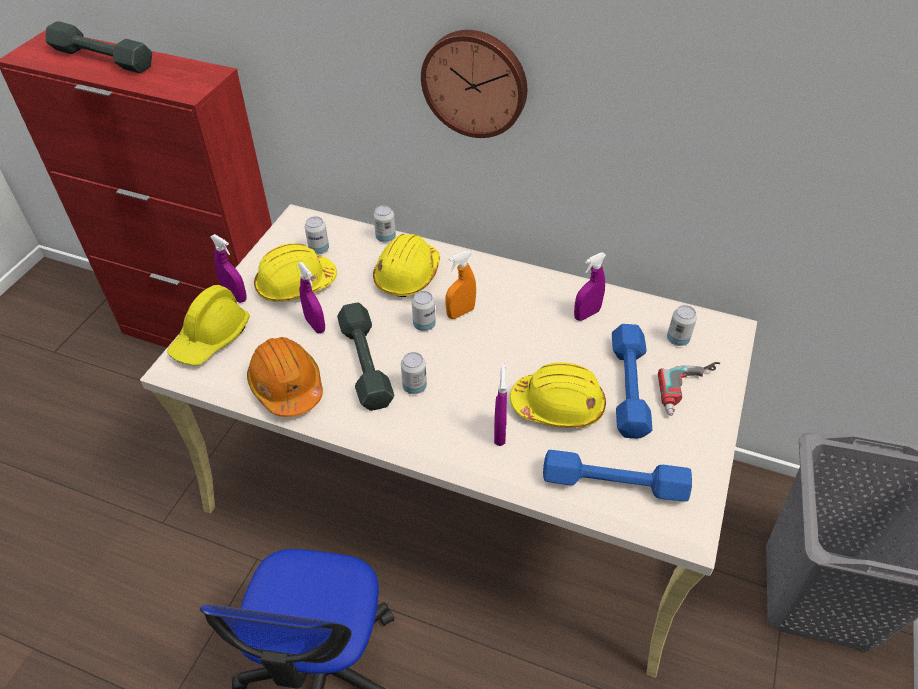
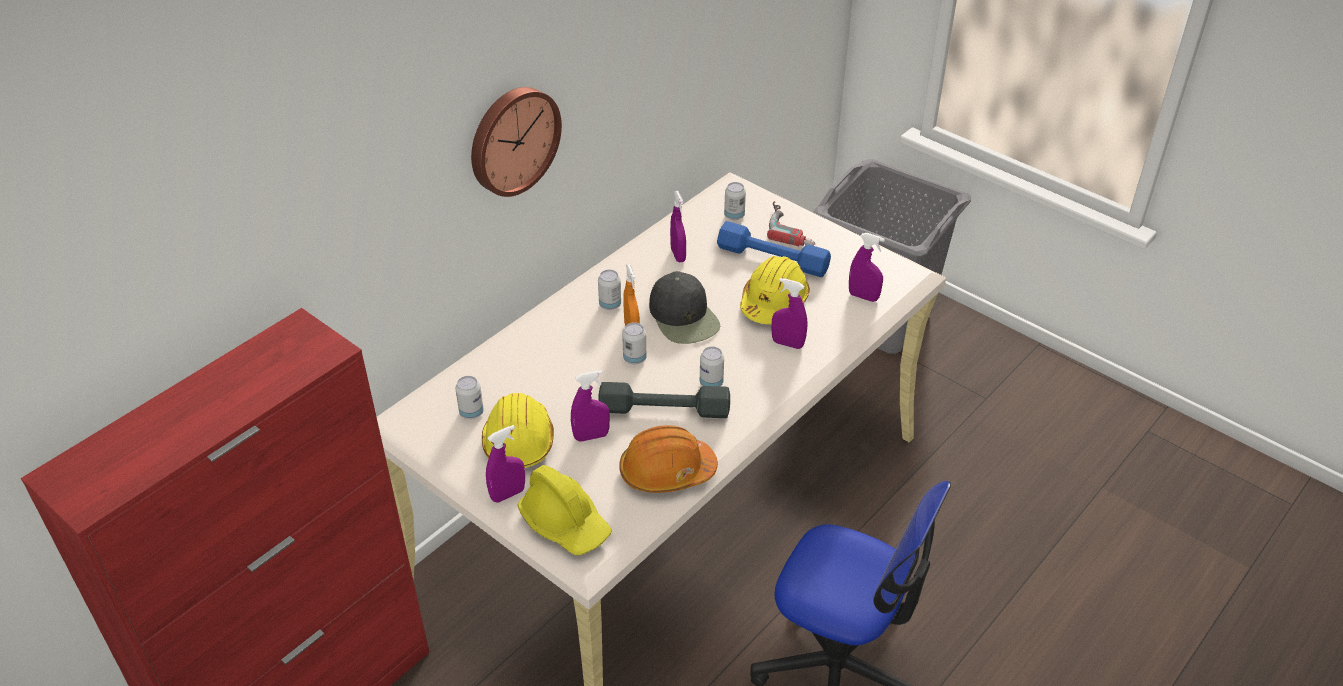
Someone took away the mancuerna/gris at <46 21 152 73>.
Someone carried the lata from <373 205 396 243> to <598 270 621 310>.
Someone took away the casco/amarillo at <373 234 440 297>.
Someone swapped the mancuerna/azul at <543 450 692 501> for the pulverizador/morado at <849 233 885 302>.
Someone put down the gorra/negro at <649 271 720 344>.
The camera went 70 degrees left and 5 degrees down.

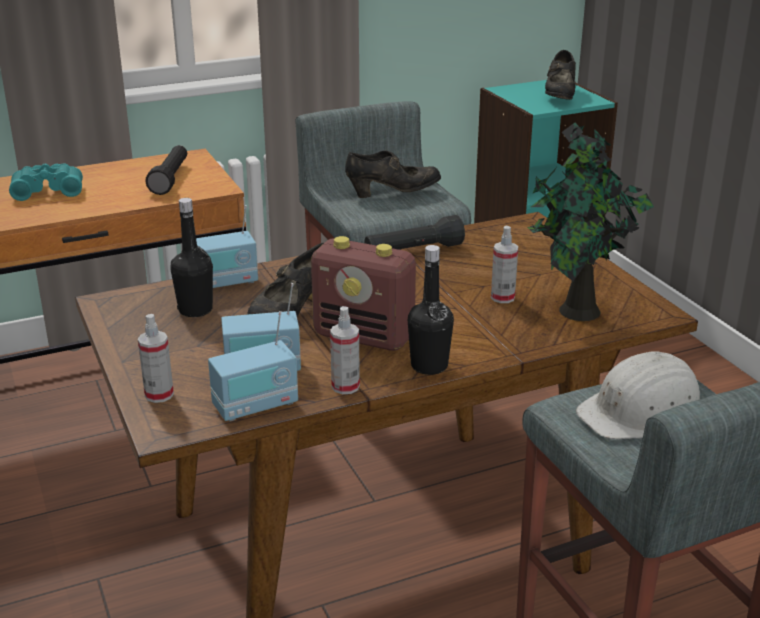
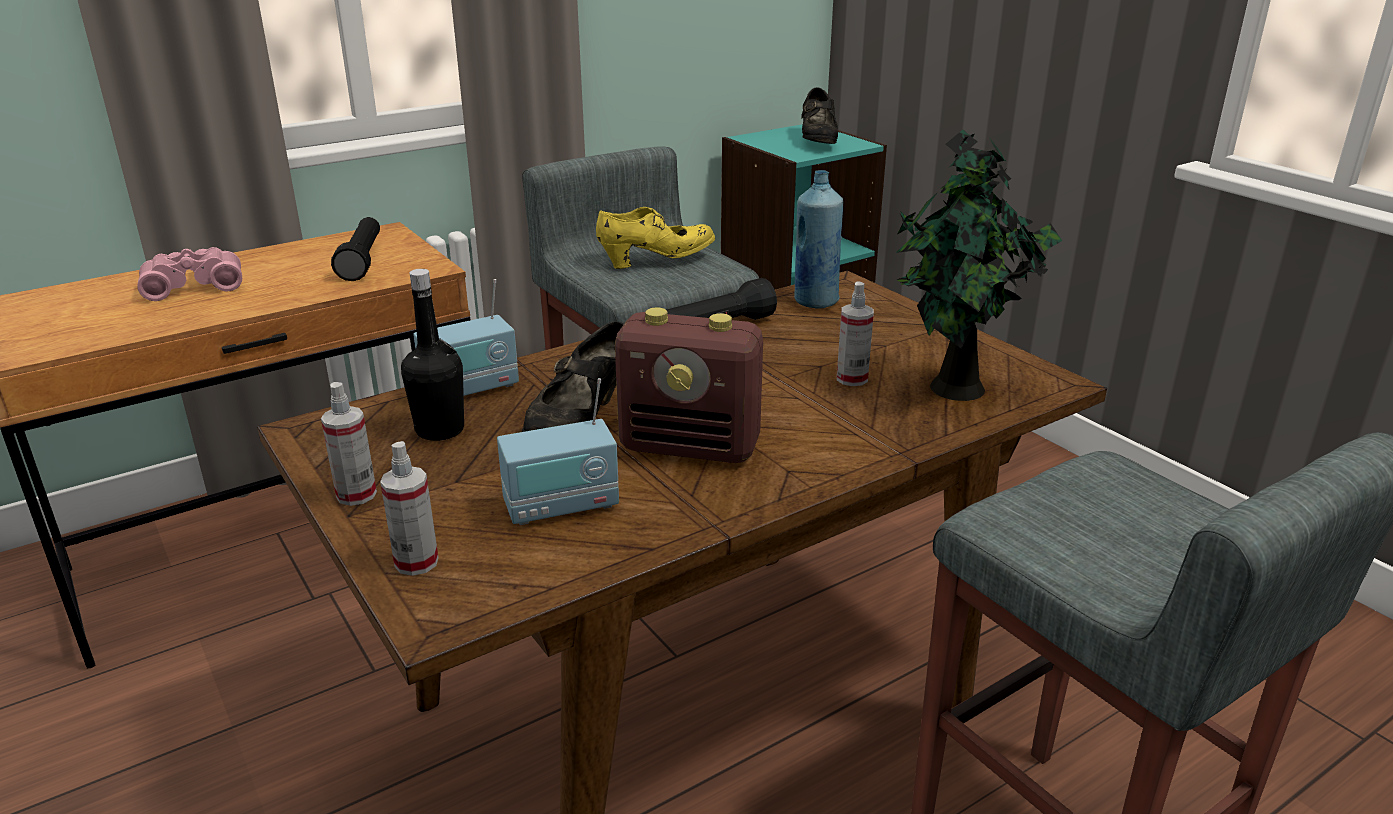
Someone repainted the prismáticos/turquesa at <9 163 83 201>, which became the prismáticos/rosa at <137 247 242 301>.
Someone took away the radio at <208 311 298 421>.
Someone carried the pulverizador from <330 306 360 394> to <321 382 377 506>.
Someone repainted the zapato/negro at <345 151 441 198>, which became the zapato/amarillo at <596 207 715 269>.
Someone took away the botella/negro at <408 245 454 375>.
Someone took away the casco/blanco at <576 351 700 439>.
Someone put down the botella/azul at <794 170 843 308>.
The camera went 10 degrees left and 0 degrees up.

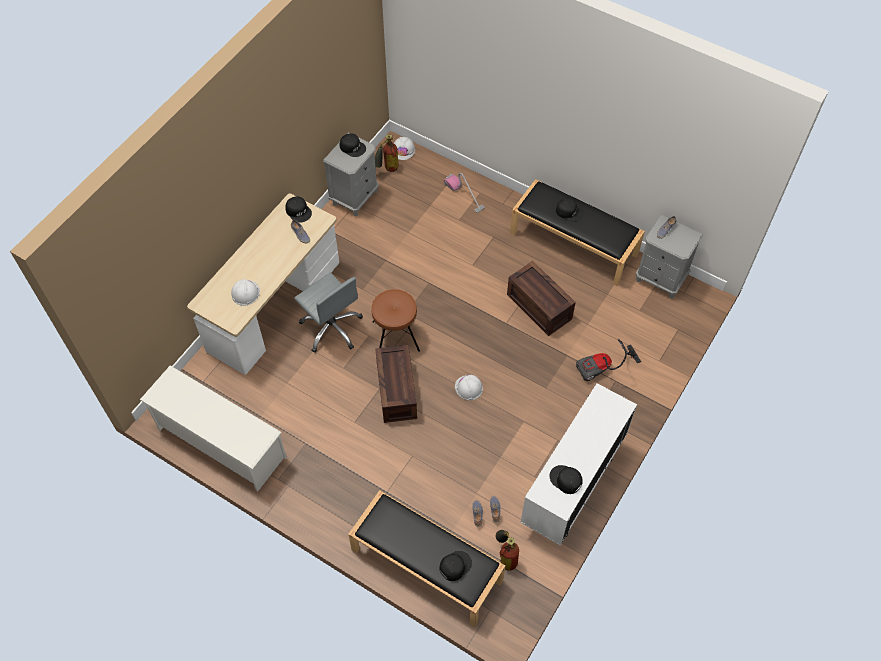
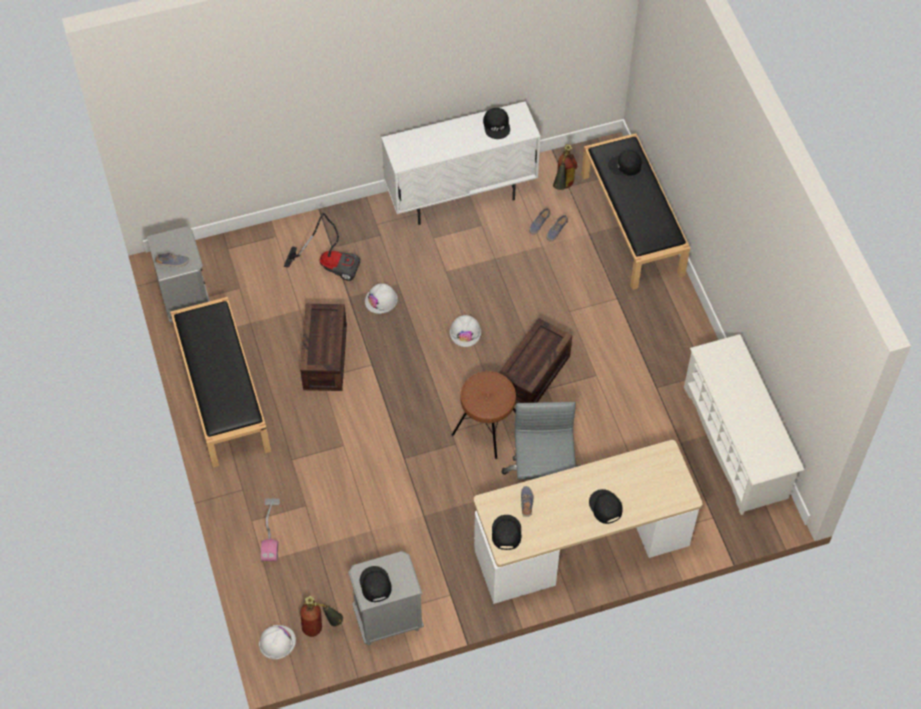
Someone carried the casco/blanco from <231 279 260 306> to <365 283 398 314>.
Someone carried the gorra/negro from <556 198 583 221> to <589 489 623 524>.
The camera went 140 degrees left and 0 degrees up.

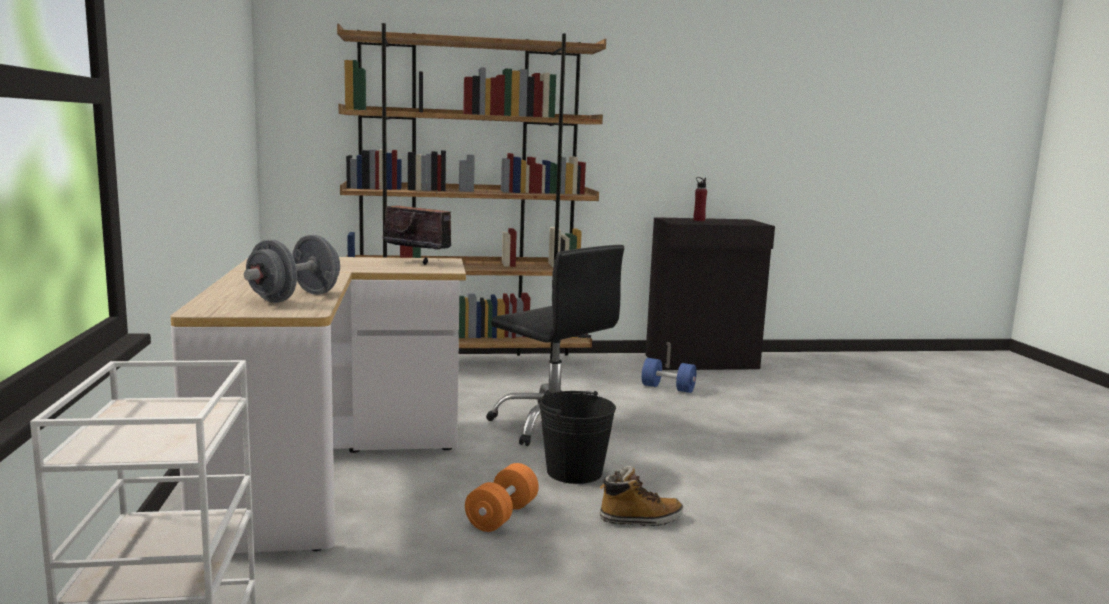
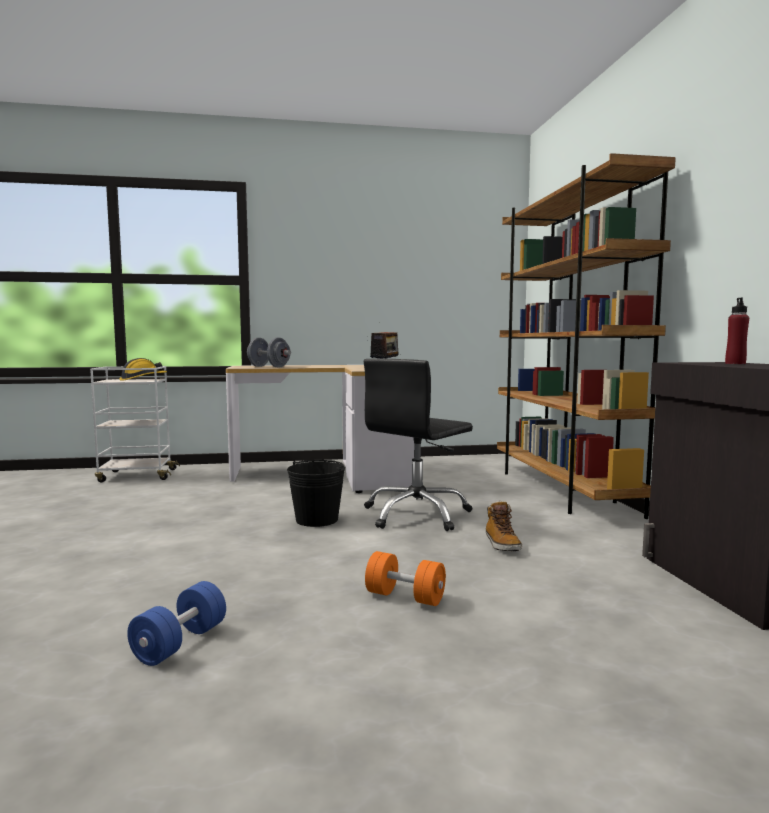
Someone carried the mancuerna/naranja from <465 463 539 532> to <365 551 446 606>.
Someone carried the bota from <600 466 683 526> to <486 501 522 551>.
Someone carried the mancuerna/azul from <642 358 697 393> to <127 581 226 666>.
Someone put down the casco at <120 358 167 381>.
The camera went 90 degrees right and 5 degrees down.

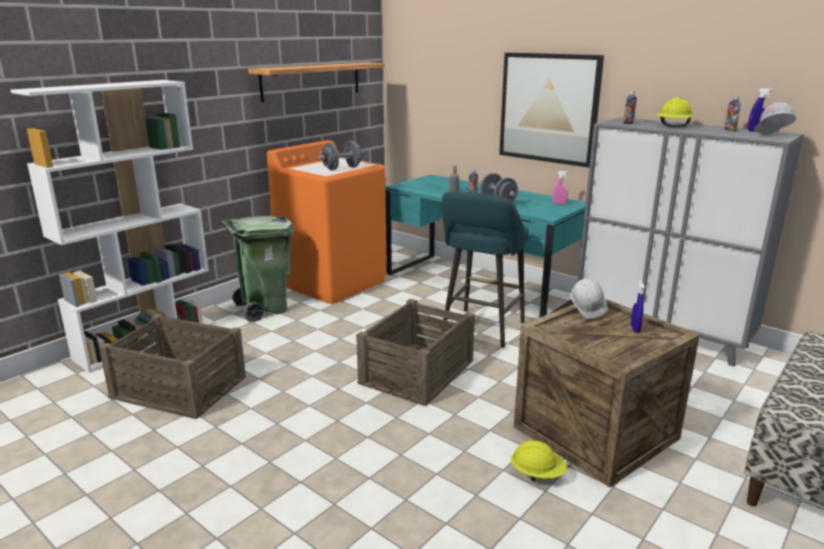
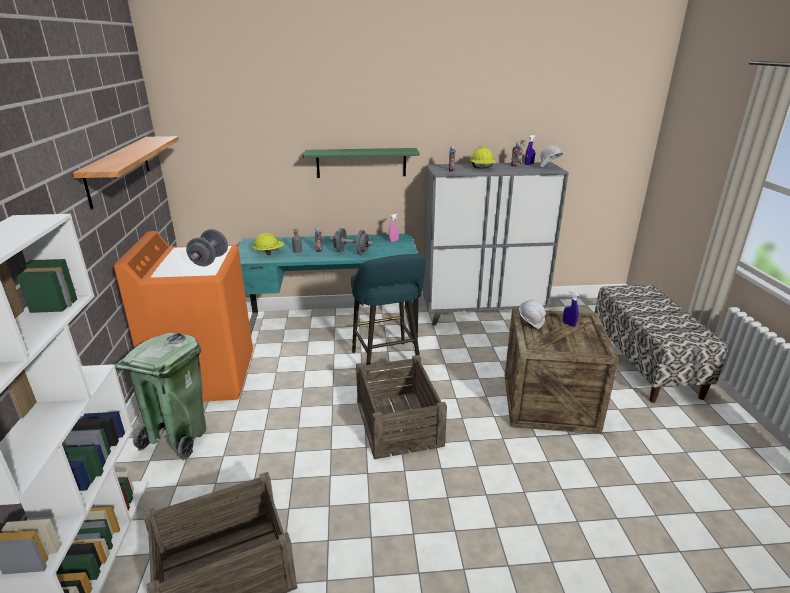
Someone swapped the cuadro at <499 53 604 167> for the estante/verde at <303 148 420 178>.
Someone carried the casco/amarillo from <511 440 567 482> to <253 233 284 255>.
The camera went 45 degrees left and 5 degrees up.

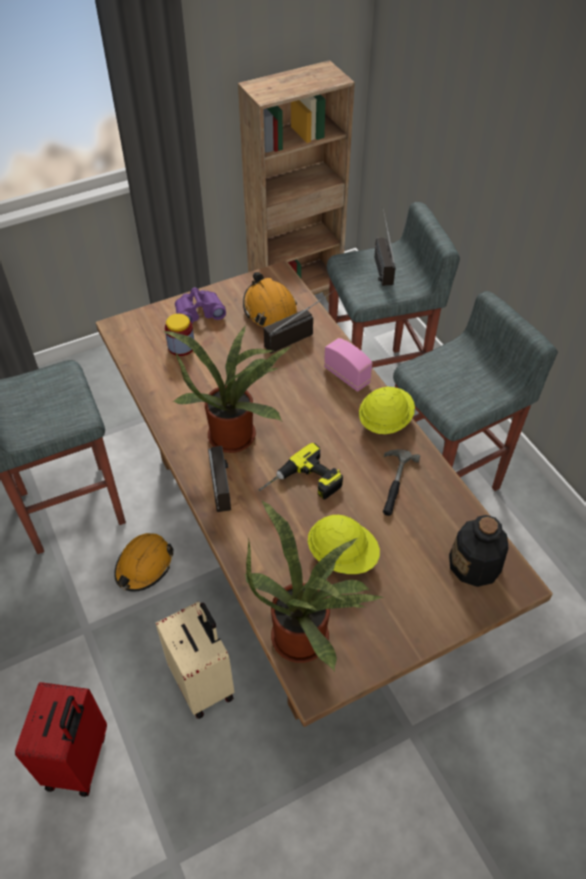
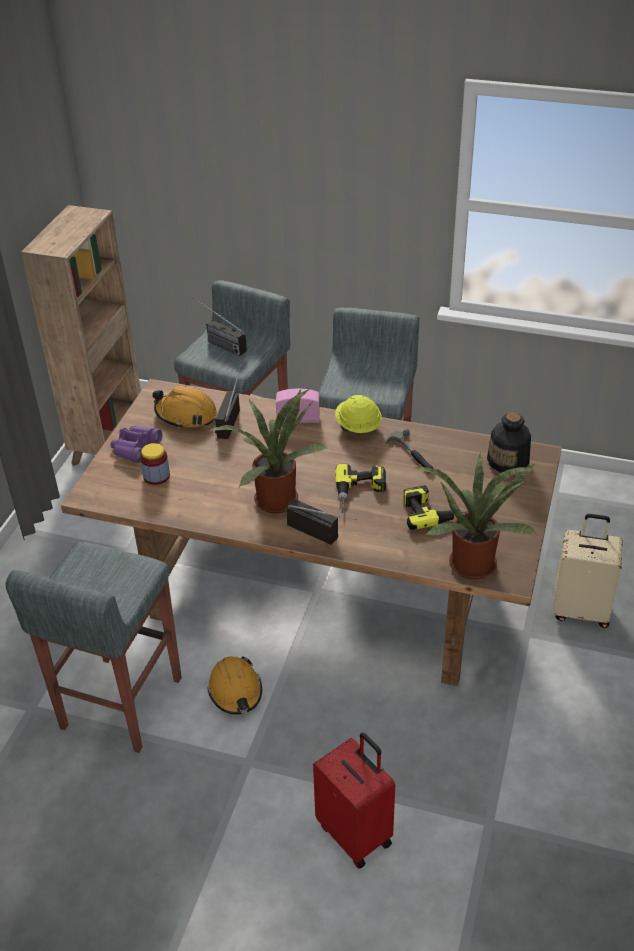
Someone carried the maleta/beis from <155 601 234 719> to <552 514 623 628>.
Someone swapped the casco/amarillo at <308 515 380 574> for the taladro at <404 485 469 530>.
The camera went 45 degrees left and 10 degrees down.

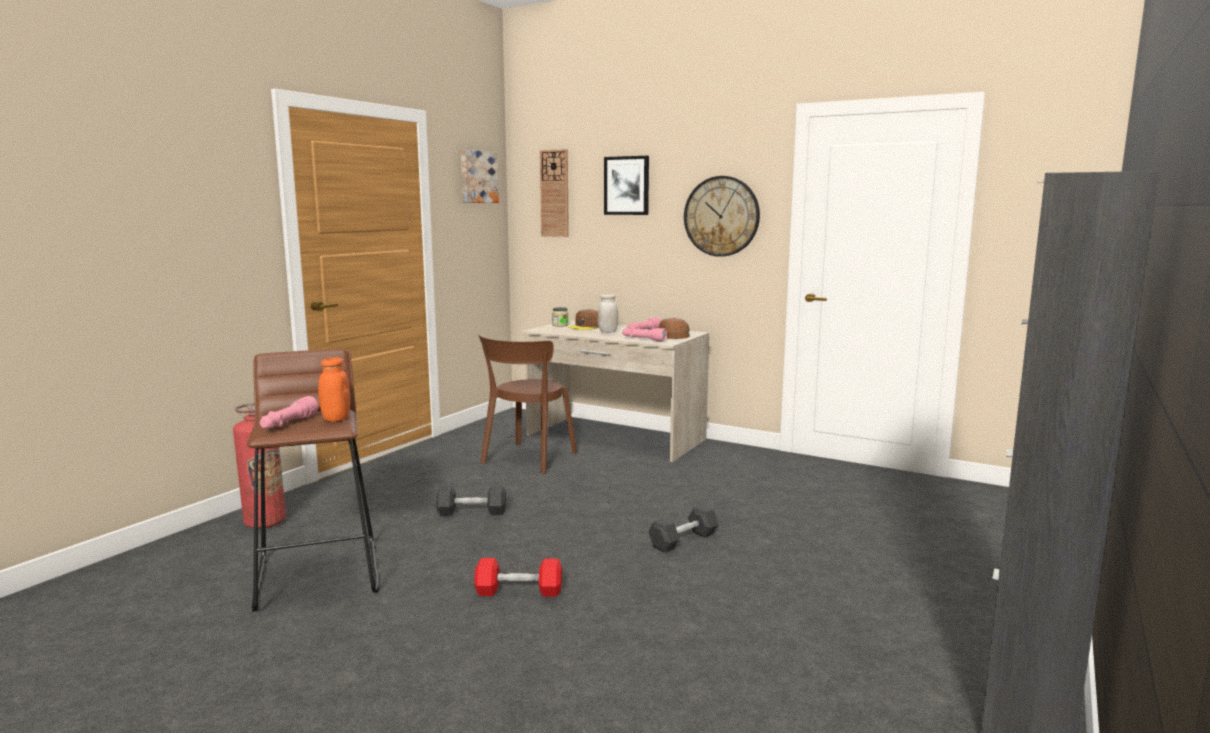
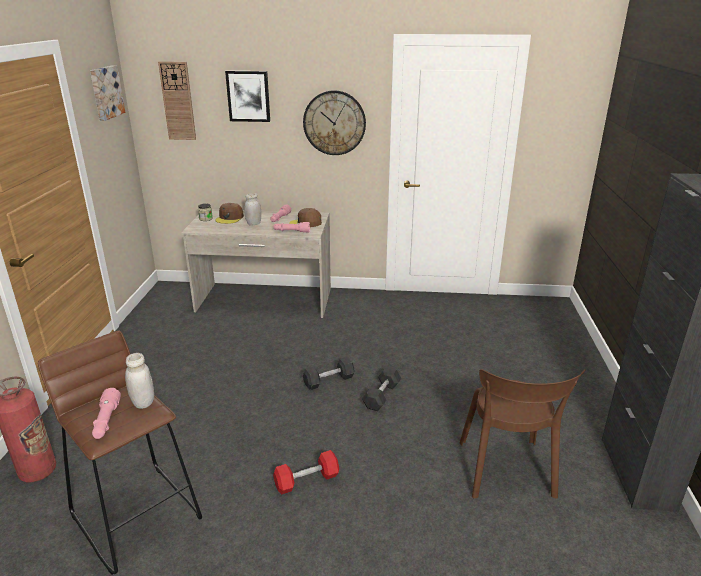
Someone repainted the tarro/naranja at <318 358 350 422>, which became the tarro/blanco at <125 353 154 409>.
Someone carried the mancuerna/negro from <436 486 506 516> to <303 357 355 390>.
Someone carried the silla/marrón from <478 335 577 474> to <460 369 586 499>.
The camera went 25 degrees left and 15 degrees up.

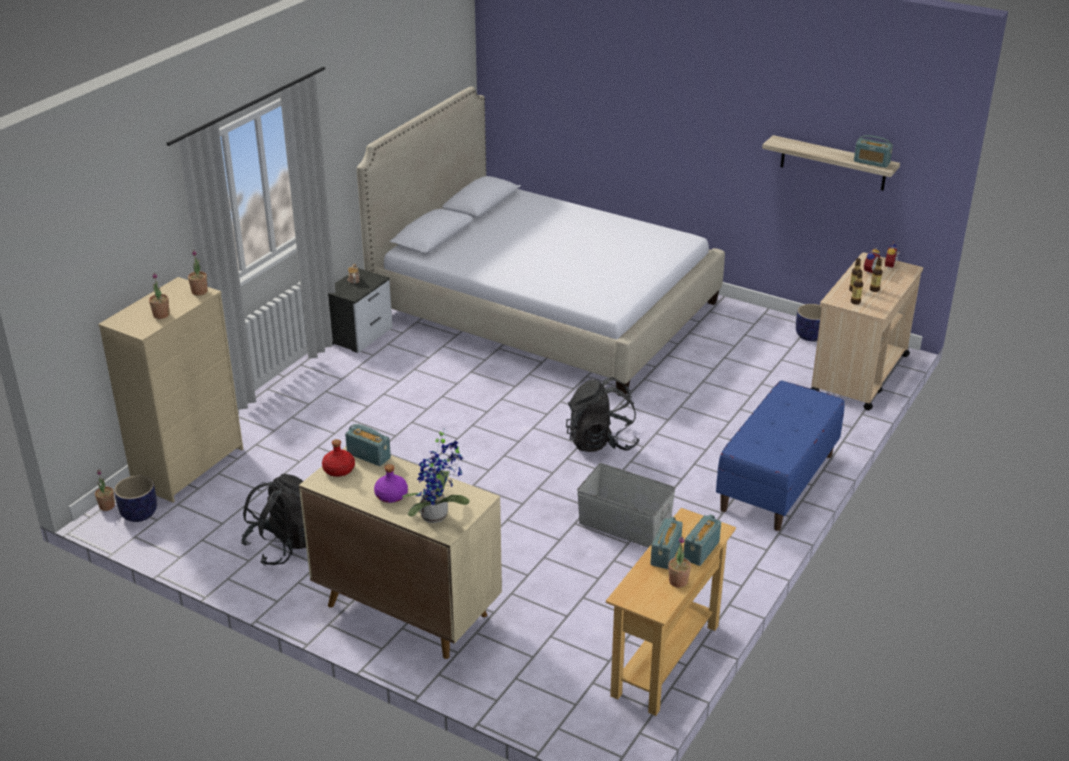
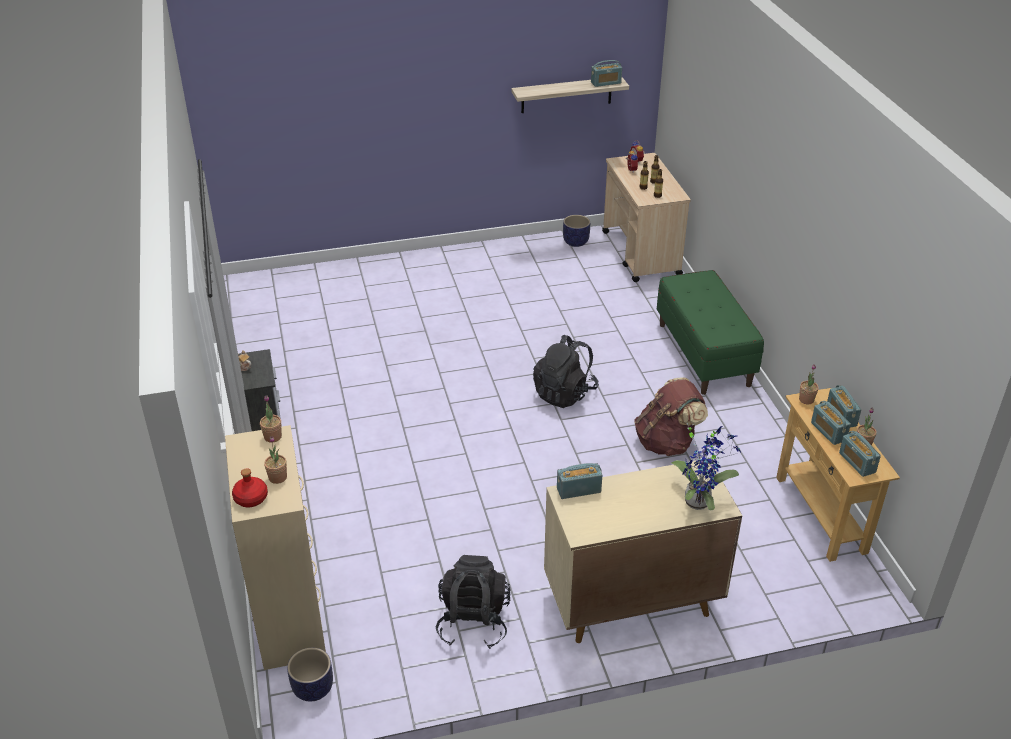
Someone carried the planta en maceta from <95 470 115 511> to <799 364 819 404>.
Someone carried the botella/rojo from <322 439 355 477> to <232 468 268 507>.
Someone took away the cama at <357 86 725 396>.
Someone took away the botella/morado at <374 464 408 503>.
Someone swapped the caja de almacenaje/gris at <577 463 676 548> for the mochila/marrón at <634 378 708 456>.
Someone repainted the banco/azul at <716 380 845 531>, which became the banco/verde at <657 270 764 395>.
Someone put down the radio at <839 431 881 477>.
The camera went 45 degrees left and 5 degrees up.

